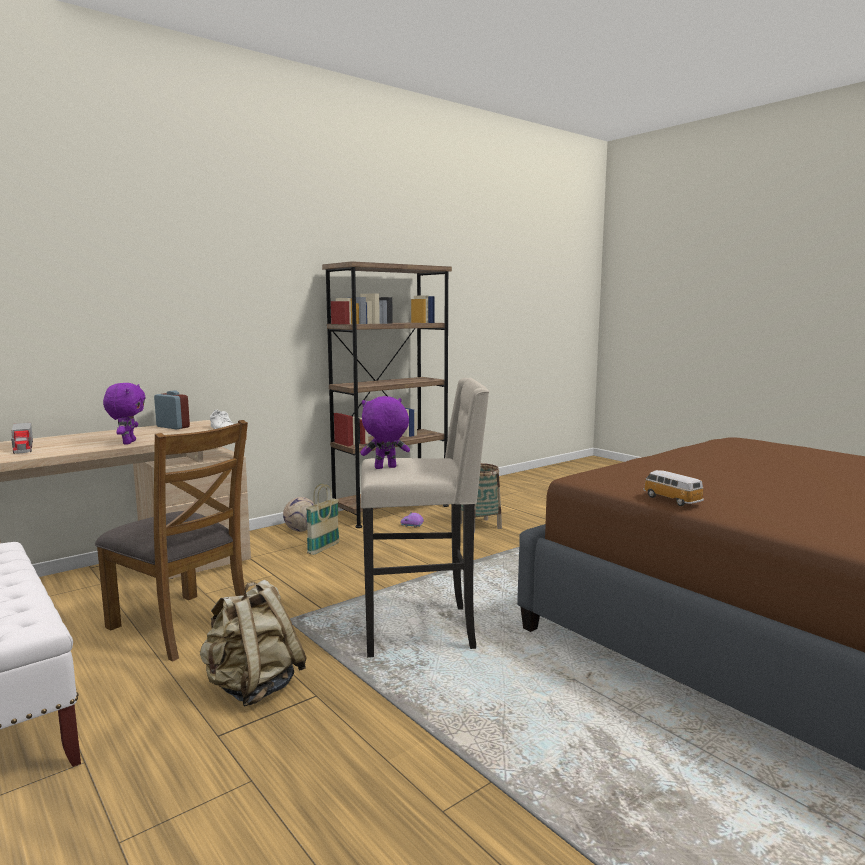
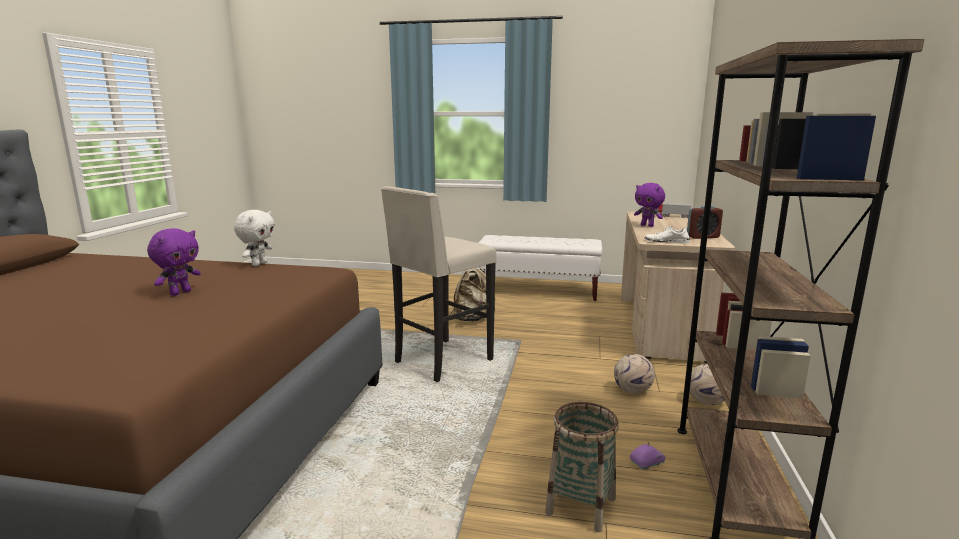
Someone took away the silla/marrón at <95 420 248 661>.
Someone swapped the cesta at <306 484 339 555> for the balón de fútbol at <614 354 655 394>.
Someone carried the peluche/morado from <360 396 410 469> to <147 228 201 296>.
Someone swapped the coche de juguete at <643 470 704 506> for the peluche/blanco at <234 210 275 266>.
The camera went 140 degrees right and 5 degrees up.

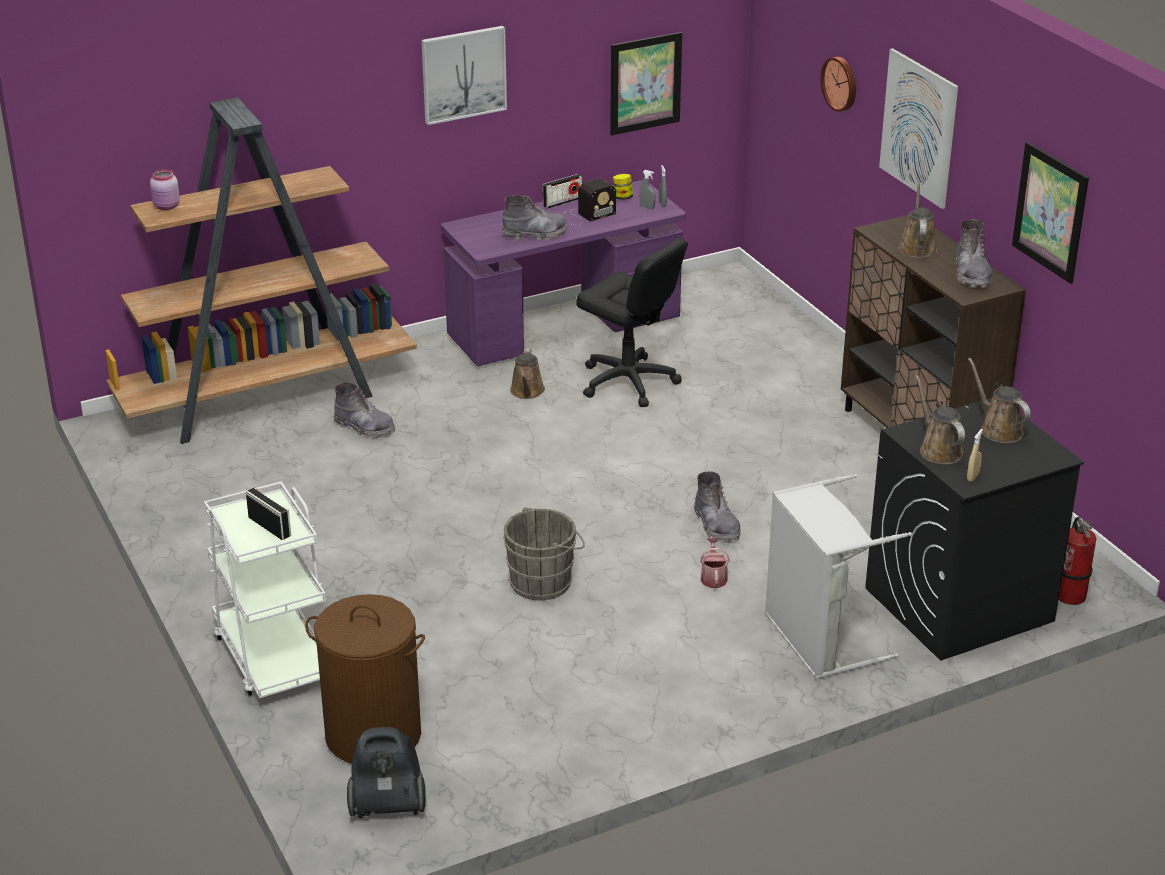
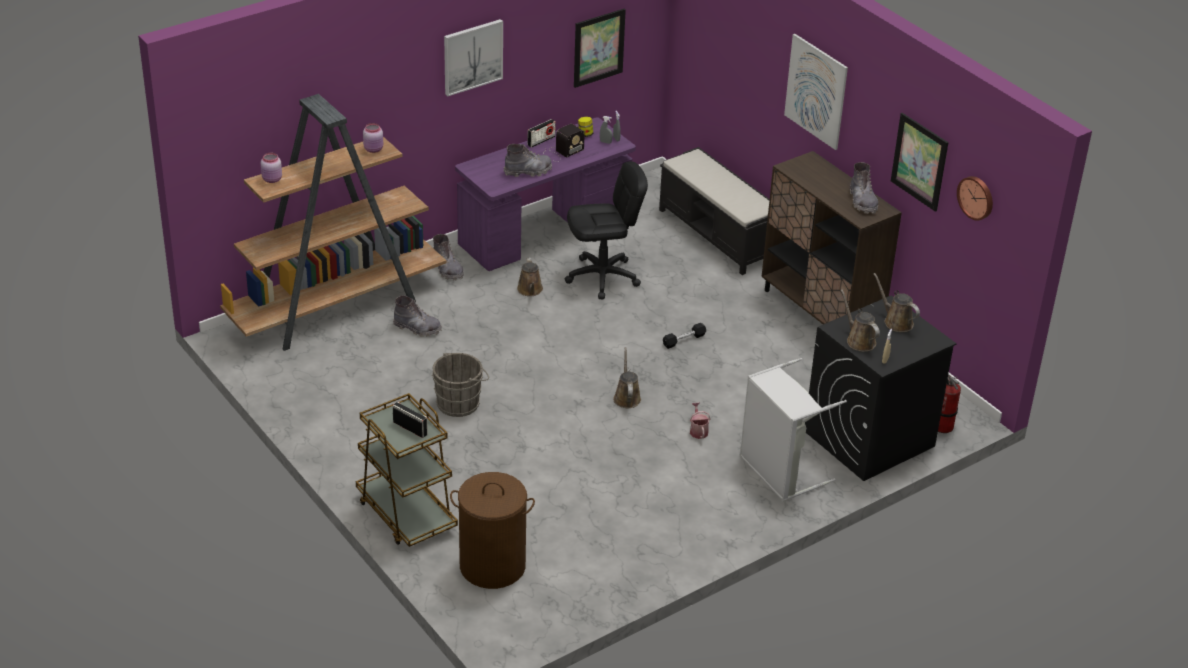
Someone repainted the carrito/blanco at <204 481 326 698>, which became the carrito/marrón at <356 393 458 547>.
Someone took away the aspiradora at <347 727 426 818>.
Someone carried the cubo/gris from <503 507 585 601> to <432 353 489 417>.
Someone rotated the silla de oficina/negro at <576 238 688 407> by 45 degrees counterclockwise.
Someone carried the bota/gris from <694 471 741 542> to <433 234 464 280>.
Someone carried the reloj de pared from <821 57 856 112> to <957 176 993 221>.
Someone carried the regadera/marrón from <898 182 937 258> to <613 347 641 408>.
Someone put down the tarro/rosa at <363 123 383 153>.
Someone put down the banco/negro at <659 147 770 275>.
Someone put down the mancuerna/negro at <663 323 706 349>.
The camera went 10 degrees left and 5 degrees up.

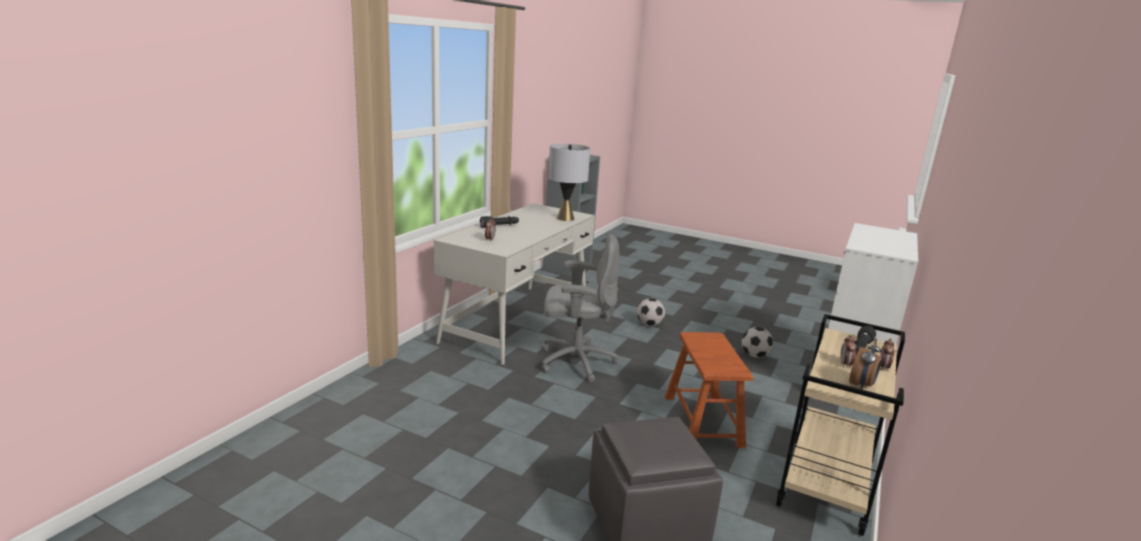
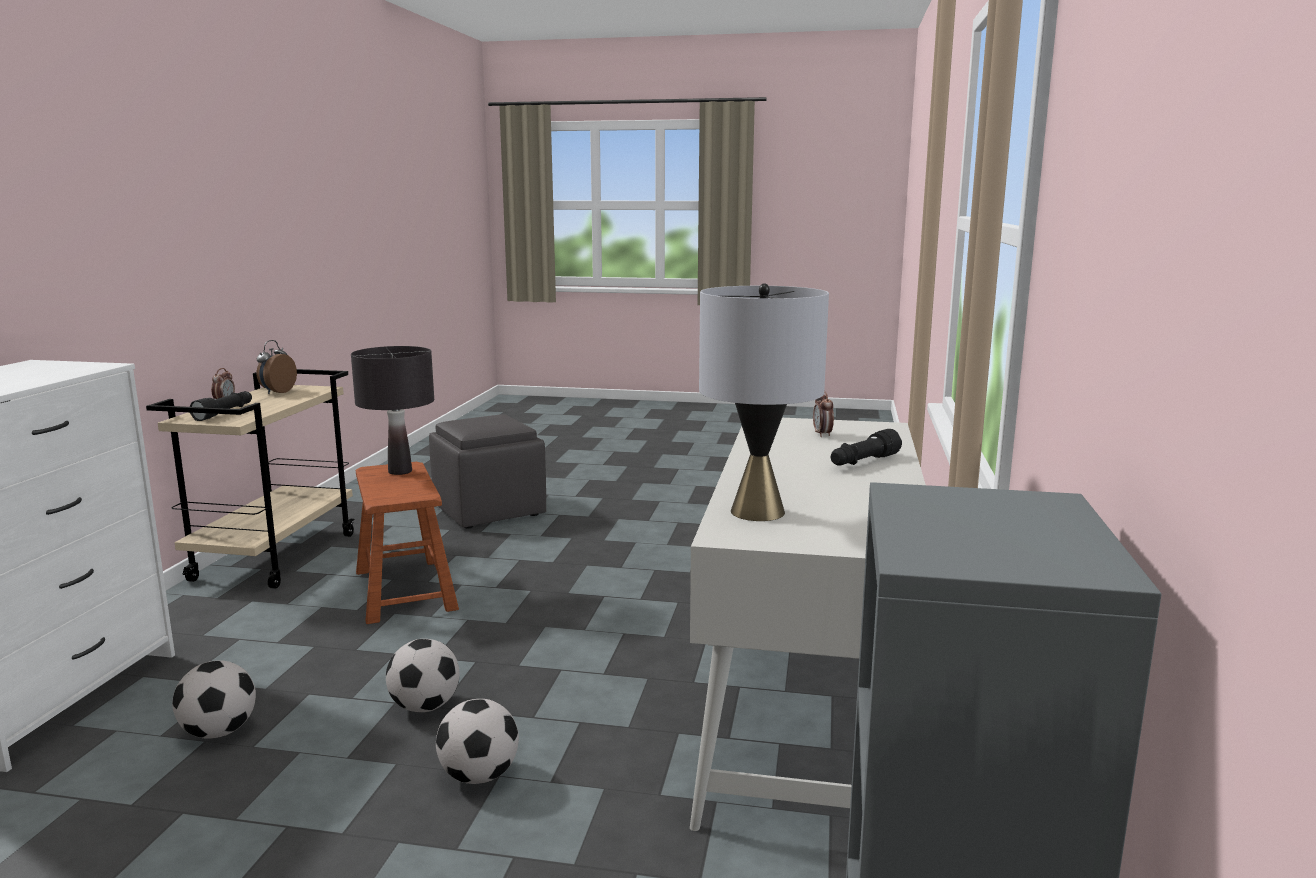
Someone took away the silla de oficina/gris at <541 234 619 382>.
Someone took away the despertador at <840 335 857 368>.
Someone put down the lámpara de mesa/negro at <351 346 434 475>.
Someone put down the balón de fútbol at <386 639 460 712>.
The camera went 165 degrees right and 5 degrees down.

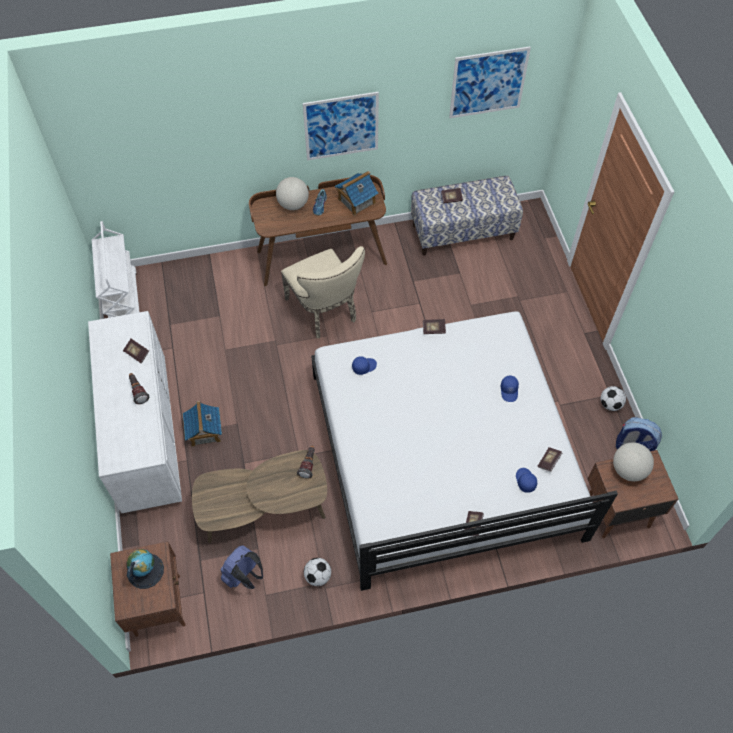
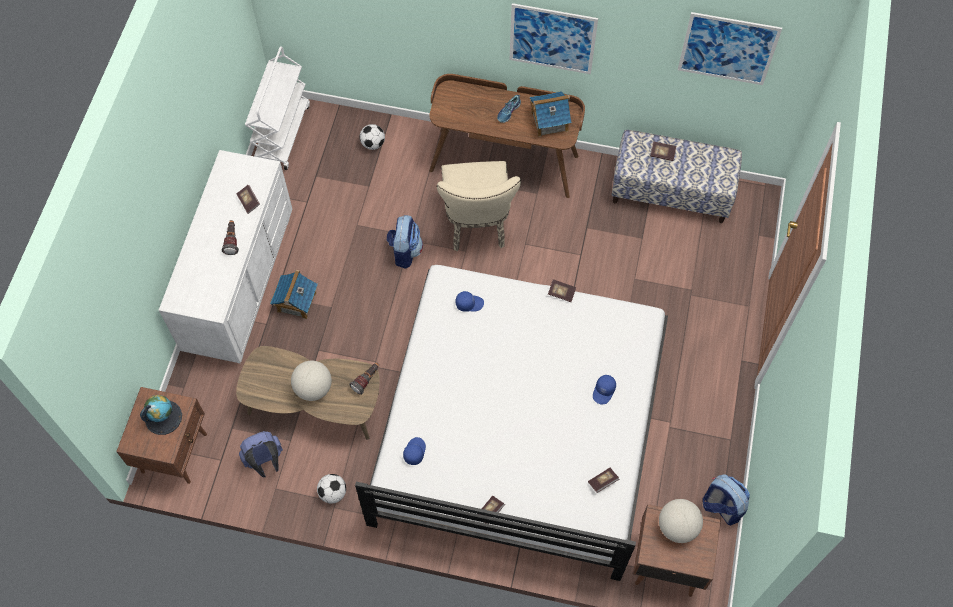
Someone carried the globo terráqueo from <276 177 309 210> to <291 360 332 401>.
Someone carried the gorra/azul from <516 468 537 493> to <403 437 426 465>.
Someone carried the balón de fútbol from <601 386 626 411> to <360 124 385 150>.
Someone put down the mochila at <387 215 423 269>.
The camera went 25 degrees right and 5 degrees up.

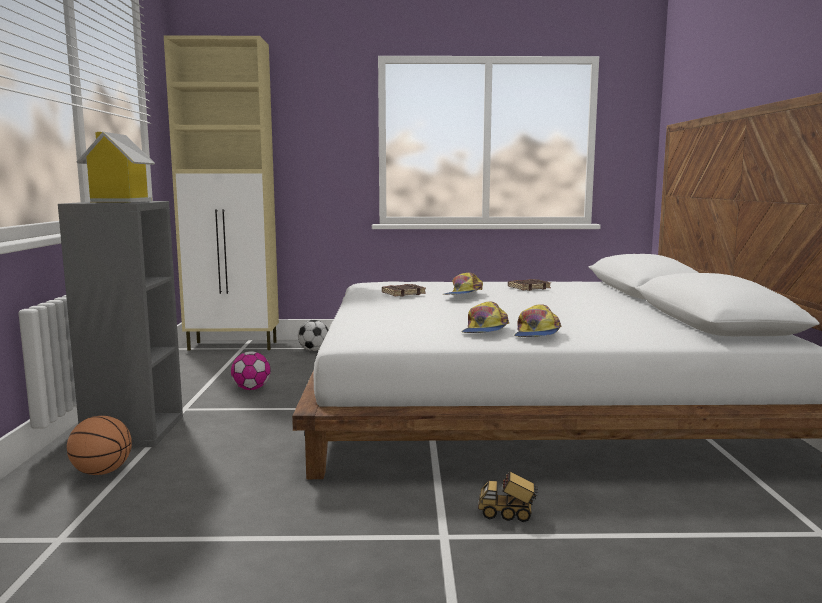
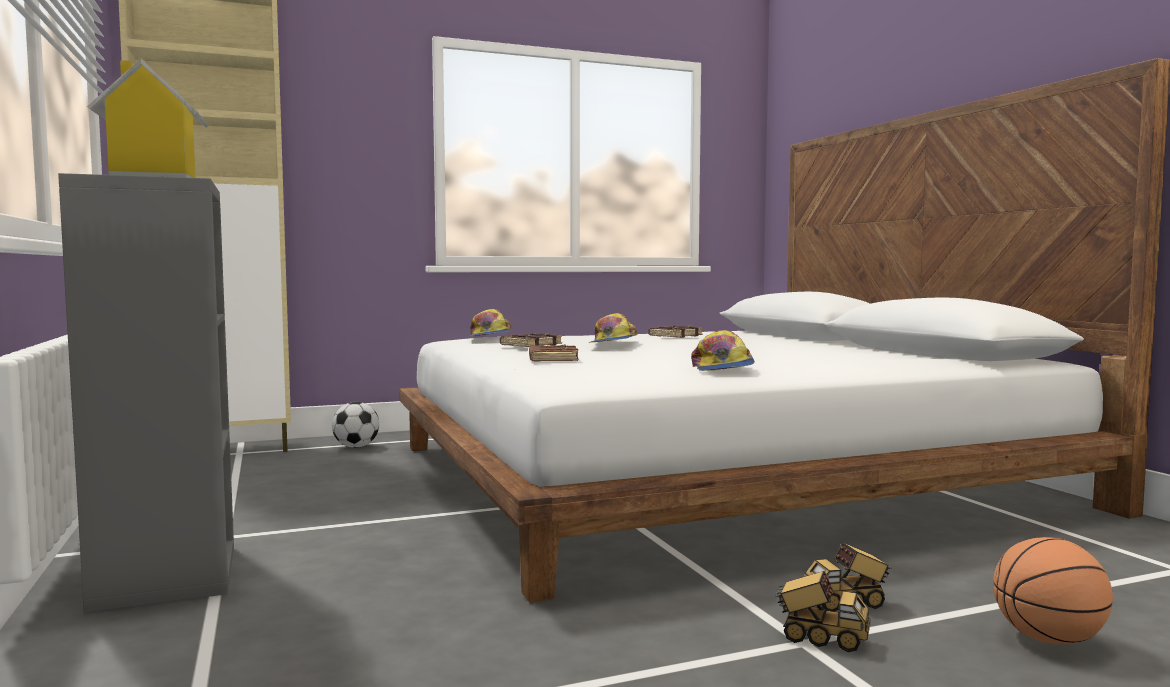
Someone carried the balón de baloncesto from <67 416 132 475> to <993 537 1113 644>.
Someone took away the balón de fútbol at <231 351 271 390>.
Someone carried the gorra from <514 304 562 337> to <469 309 512 337>.
Someone put down the libro/marrón at <529 344 578 362>.
Someone put down the camión de juguete at <775 571 870 652>.
The camera went 20 degrees left and 5 degrees down.

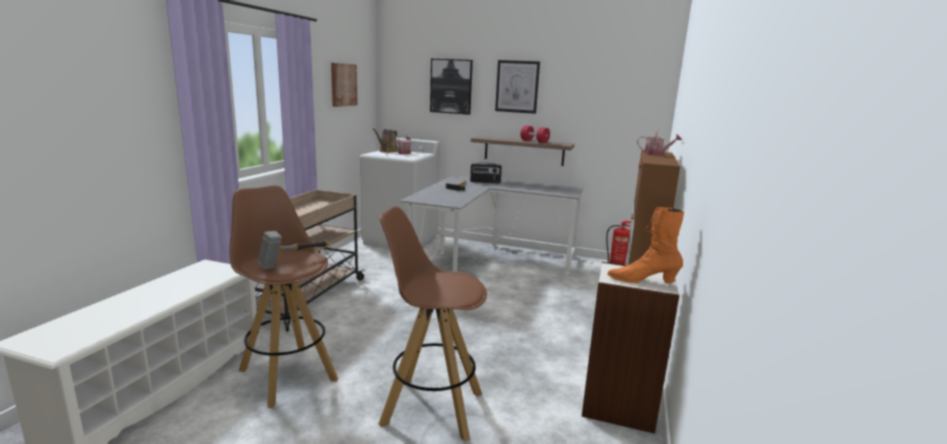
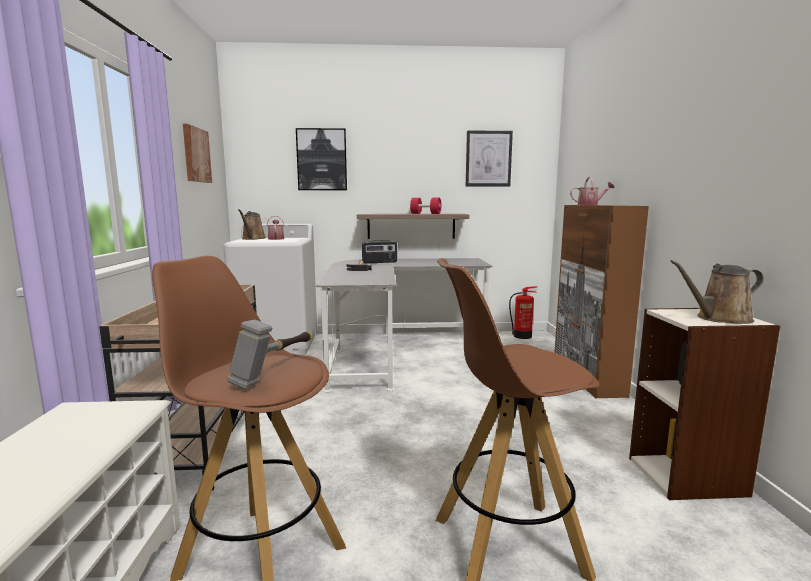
Someone carried the cuadro from <495 60 540 114> to <466 130 513 187>.
Someone swapped the bota/naranja at <607 207 684 283> for the regadera/marrón at <670 260 764 324>.
The camera went 20 degrees left and 5 degrees down.

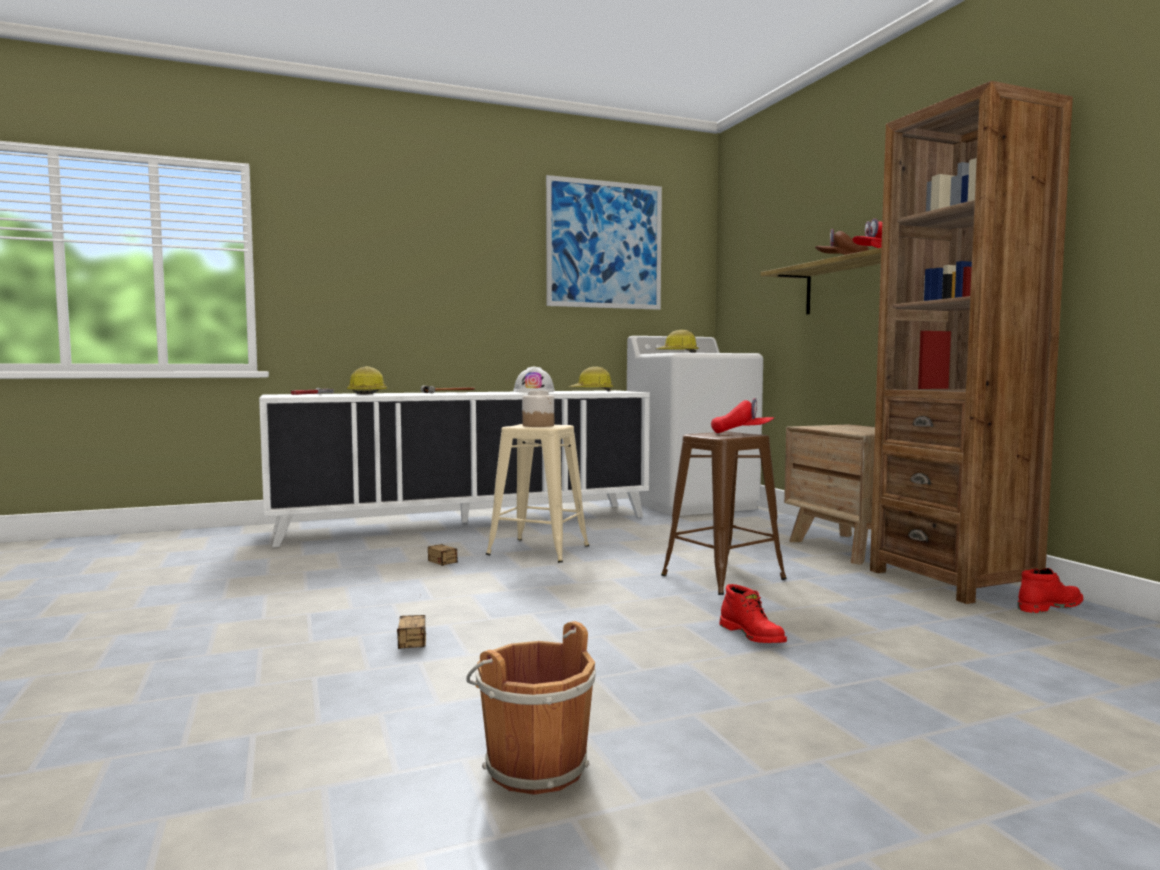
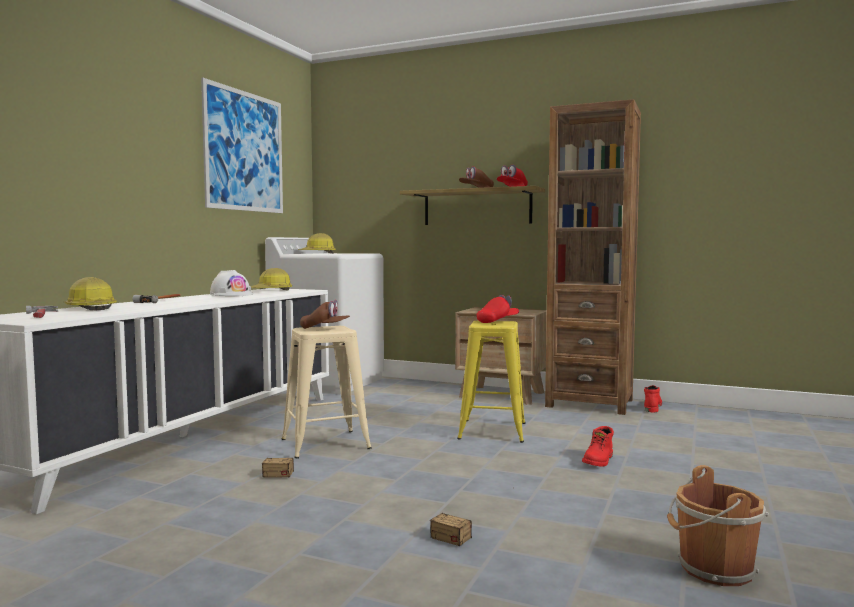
Someone swapped the tarro at <522 391 554 427> for the gorra/marrón at <300 300 350 329>.
Someone repainted the taburete/marrón at <661 431 787 595>, which became the taburete/amarillo at <457 321 525 443>.
Someone rotated the bota/rojo at <719 584 787 643> by 105 degrees clockwise.
The camera went 45 degrees left and 0 degrees up.

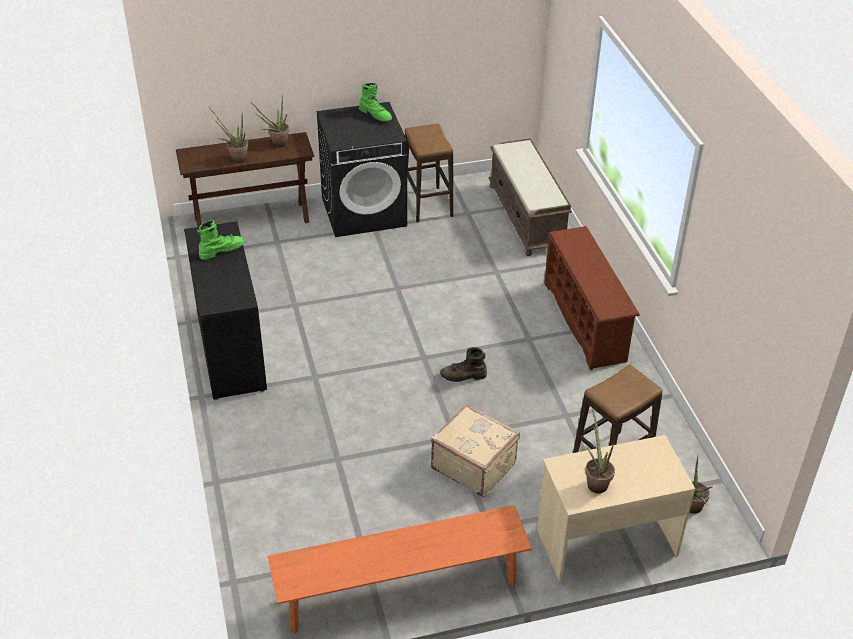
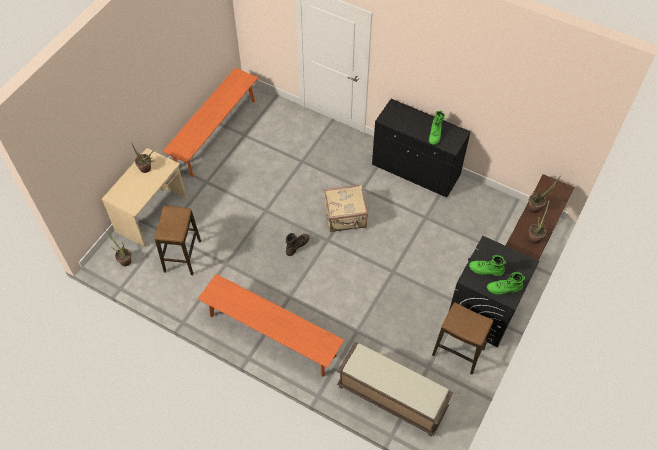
Someone carried the maleta/beis from <431 404 520 497> to <324 185 368 232>.
Someone swapped the zapatero/marrón at <544 226 640 371> for the banco/naranja at <198 274 344 377>.
Someone put down the bota/verde at <469 255 506 276>.
The camera went 135 degrees right and 15 degrees up.

